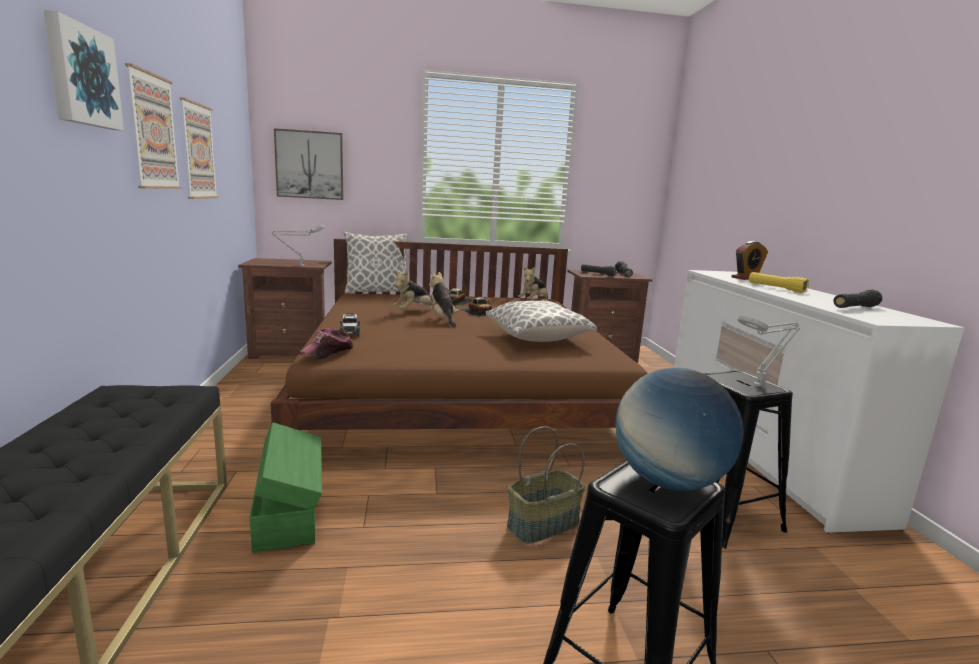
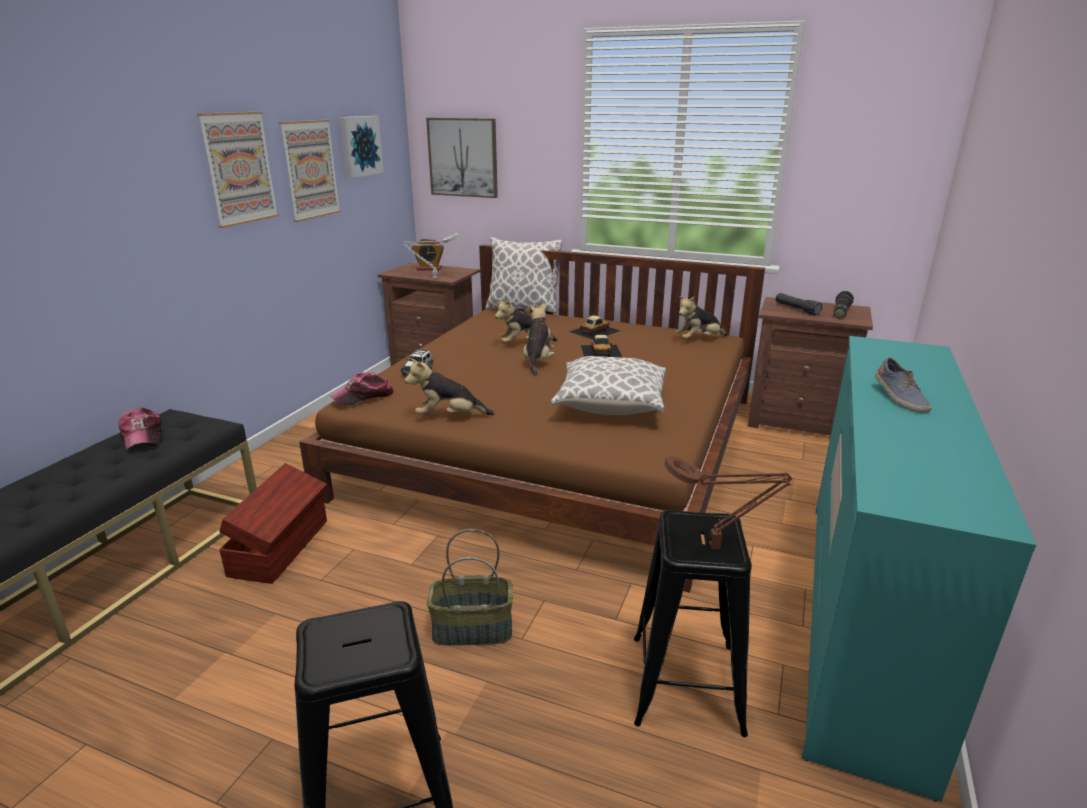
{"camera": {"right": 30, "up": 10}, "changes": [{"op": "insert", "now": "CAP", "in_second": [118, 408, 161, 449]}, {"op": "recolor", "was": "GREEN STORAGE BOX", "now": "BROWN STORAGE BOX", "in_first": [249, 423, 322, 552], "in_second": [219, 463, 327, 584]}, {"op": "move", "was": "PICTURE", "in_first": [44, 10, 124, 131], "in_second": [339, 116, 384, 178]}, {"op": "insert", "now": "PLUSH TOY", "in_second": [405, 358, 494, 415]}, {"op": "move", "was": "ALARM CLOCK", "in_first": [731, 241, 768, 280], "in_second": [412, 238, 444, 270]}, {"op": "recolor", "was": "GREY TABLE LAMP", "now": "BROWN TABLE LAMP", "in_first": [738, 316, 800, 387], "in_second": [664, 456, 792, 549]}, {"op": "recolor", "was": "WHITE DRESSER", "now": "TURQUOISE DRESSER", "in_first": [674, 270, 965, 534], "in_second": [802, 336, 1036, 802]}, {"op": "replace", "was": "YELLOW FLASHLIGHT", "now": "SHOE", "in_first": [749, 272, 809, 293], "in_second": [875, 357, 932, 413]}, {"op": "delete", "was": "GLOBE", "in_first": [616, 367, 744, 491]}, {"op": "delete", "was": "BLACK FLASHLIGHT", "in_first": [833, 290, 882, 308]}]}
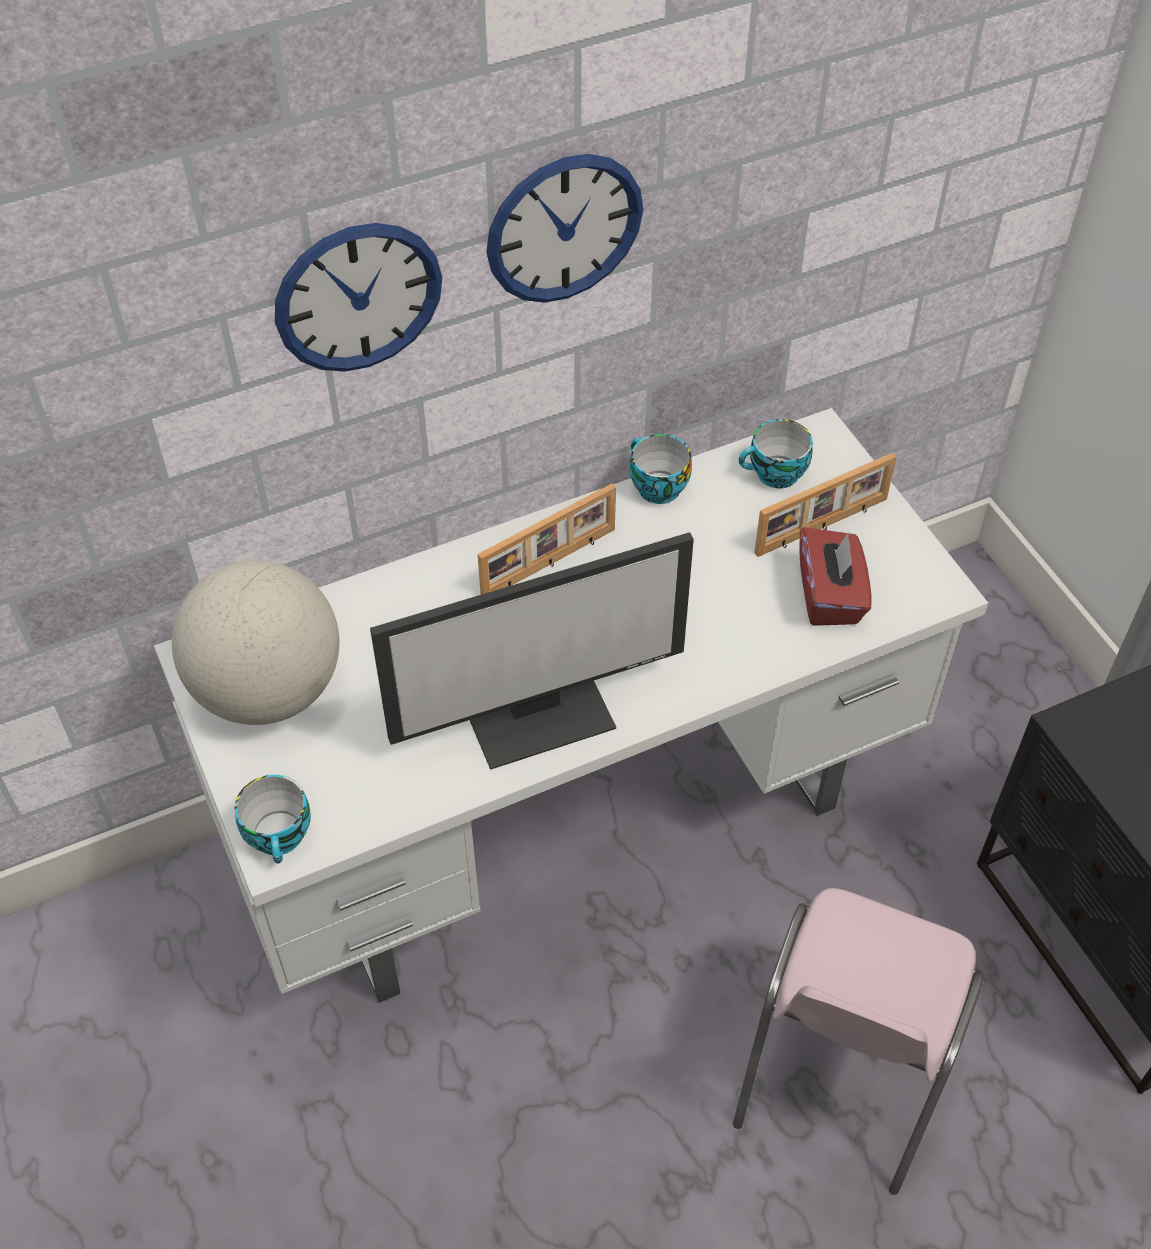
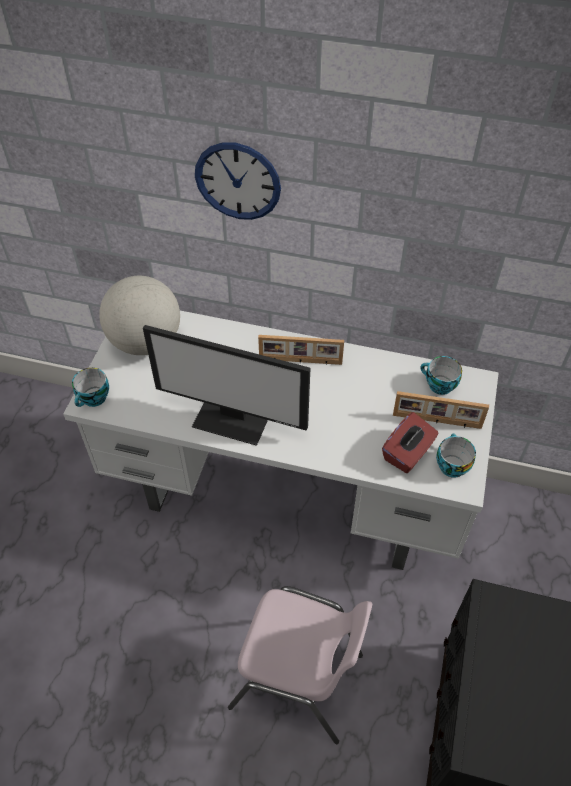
{"camera": {"right": 40, "up": 0}, "changes": [{"op": "rotate", "was": "PINK CHAIR", "in_first": [733, 888, 984, 1195], "in_second": [228, 586, 372, 744], "clockwise": -135}, {"op": "move", "was": "CUP", "in_first": [630, 434, 692, 504], "in_second": [436, 433, 476, 478]}, {"op": "delete", "was": "WALL CLOCK", "in_first": [486, 154, 643, 303]}]}
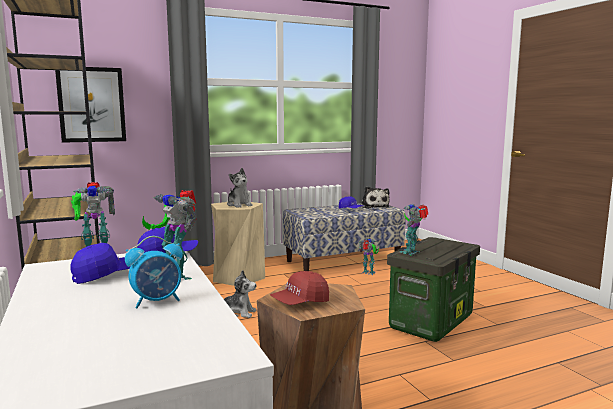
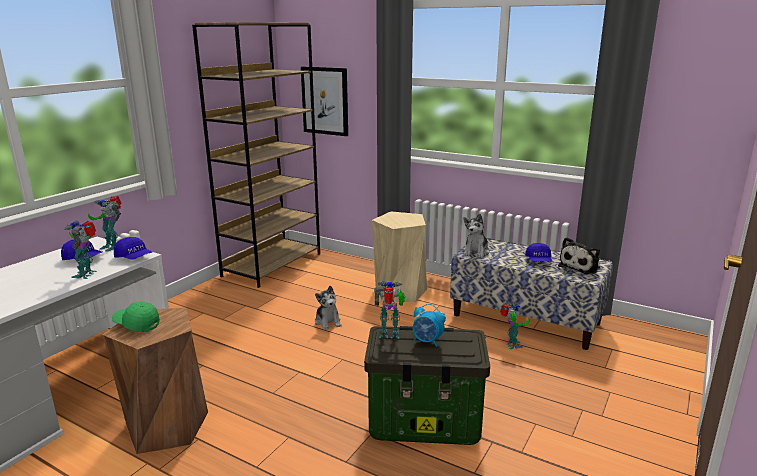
{"camera": {"right": 55, "up": 10}, "changes": [{"op": "recolor", "was": "RED CAP", "now": "GREEN CAP", "in_first": [270, 271, 329, 305], "in_second": [112, 302, 160, 332]}, {"op": "move", "was": "ALARM CLOCK", "in_first": [125, 236, 183, 308], "in_second": [413, 304, 446, 347]}, {"op": "move", "was": "PLUSH TOY", "in_first": [227, 168, 253, 208], "in_second": [463, 214, 490, 258]}]}
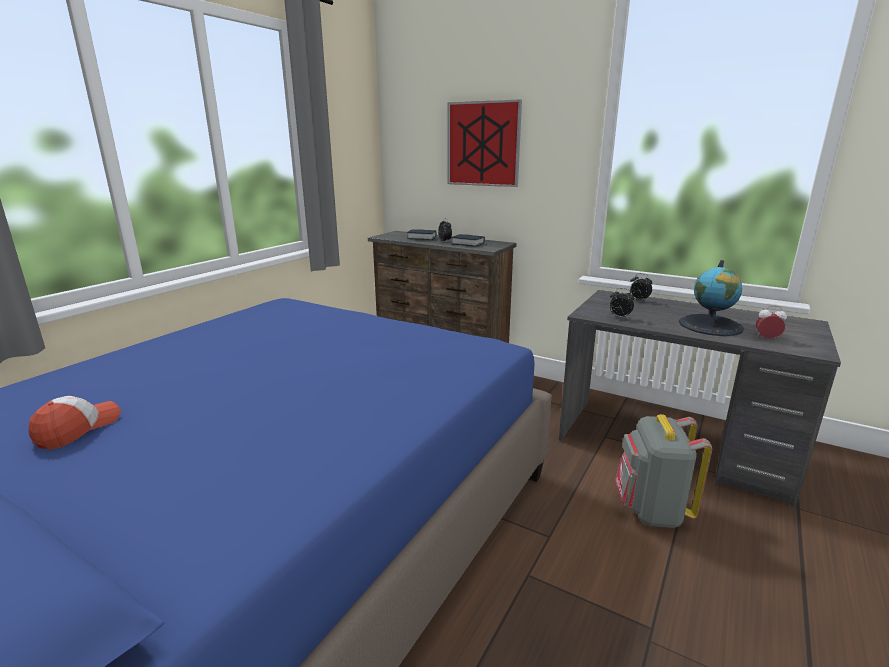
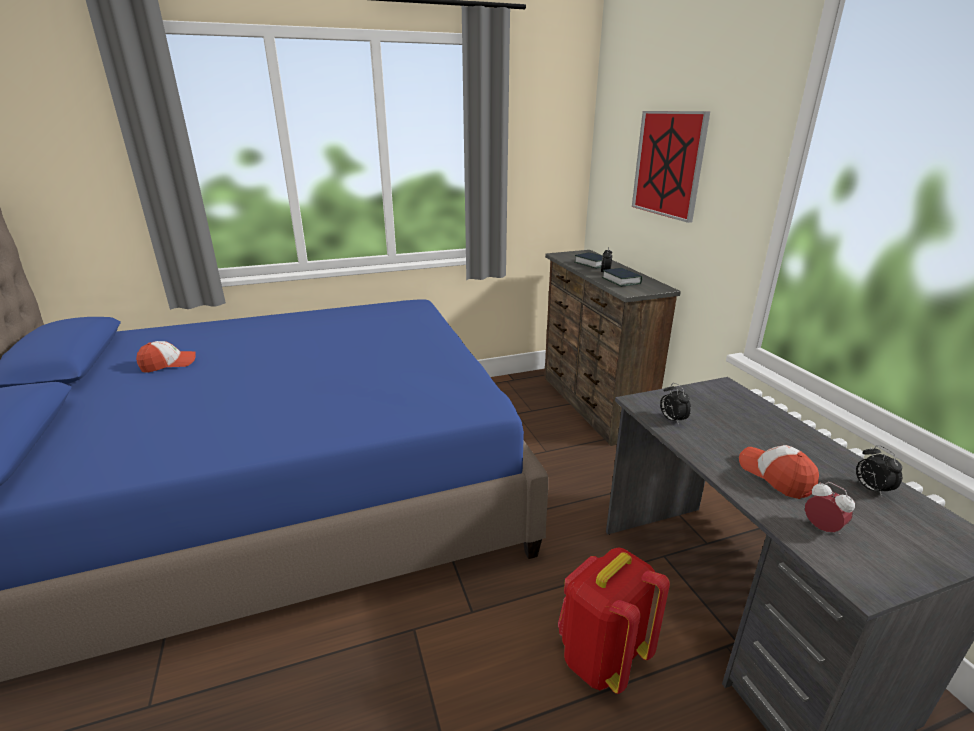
{"camera": {"right": 40, "up": 5}, "changes": [{"op": "recolor", "was": "GREY BACKPACK", "now": "RED BACKPACK", "in_first": [615, 414, 712, 528], "in_second": [558, 547, 670, 694]}, {"op": "replace", "was": "GLOBE", "now": "CAP", "in_first": [679, 260, 744, 336], "in_second": [739, 445, 819, 499]}, {"op": "move", "was": "ALARM CLOCK", "in_first": [630, 273, 652, 301], "in_second": [856, 445, 902, 497]}]}
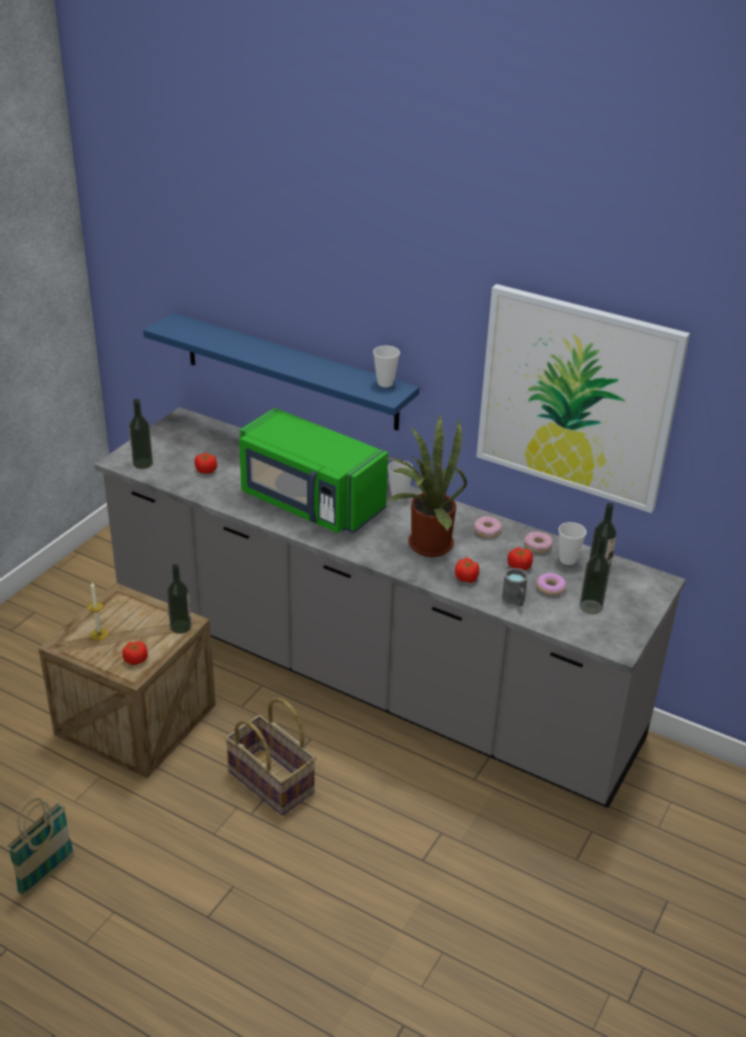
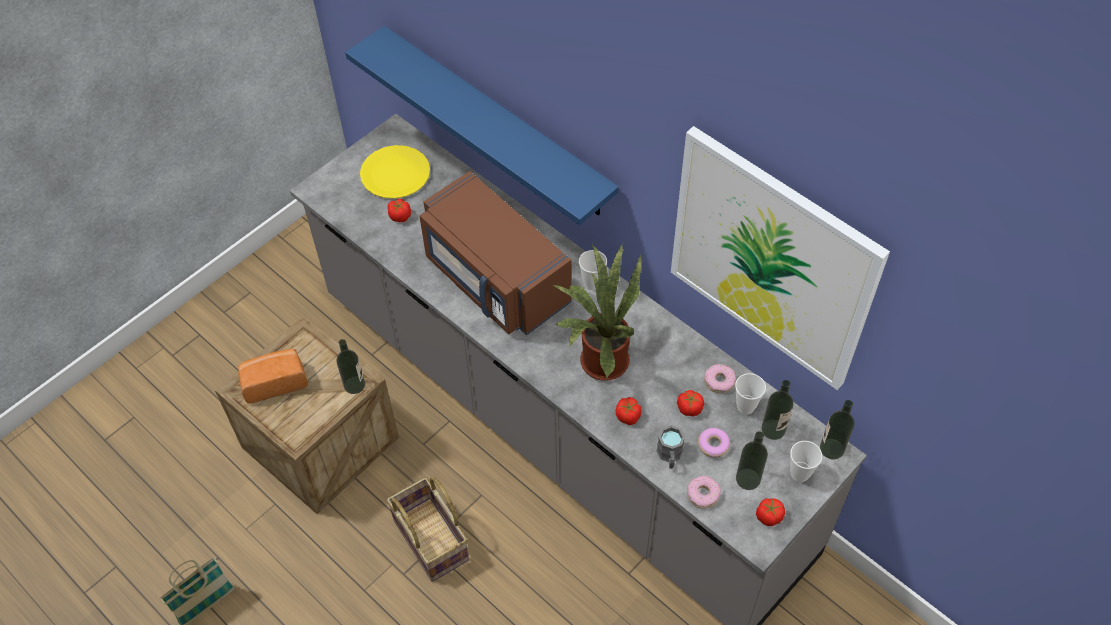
{"camera": {"right": 15, "up": 20}, "changes": [{"op": "replace", "was": "CANDLE", "now": "BREAD", "in_first": [88, 582, 109, 640], "in_second": [238, 349, 308, 403]}, {"op": "insert", "now": "YELLOW PLATE", "in_second": [360, 145, 430, 199]}, {"op": "recolor", "was": "GREEN MICROWAVE", "now": "BROWN MICROWAVE", "in_first": [239, 408, 388, 533], "in_second": [420, 171, 571, 335]}, {"op": "move", "was": "DONUT", "in_first": [474, 516, 502, 538], "in_second": [687, 476, 721, 509]}, {"op": "move", "was": "TOMATO", "in_first": [122, 641, 148, 665], "in_second": [756, 498, 785, 526]}, {"op": "move", "was": "CUP", "in_first": [373, 346, 400, 387], "in_second": [790, 441, 822, 482]}, {"op": "move", "was": "BOTTLE", "in_first": [129, 399, 153, 469], "in_second": [820, 400, 855, 459]}]}
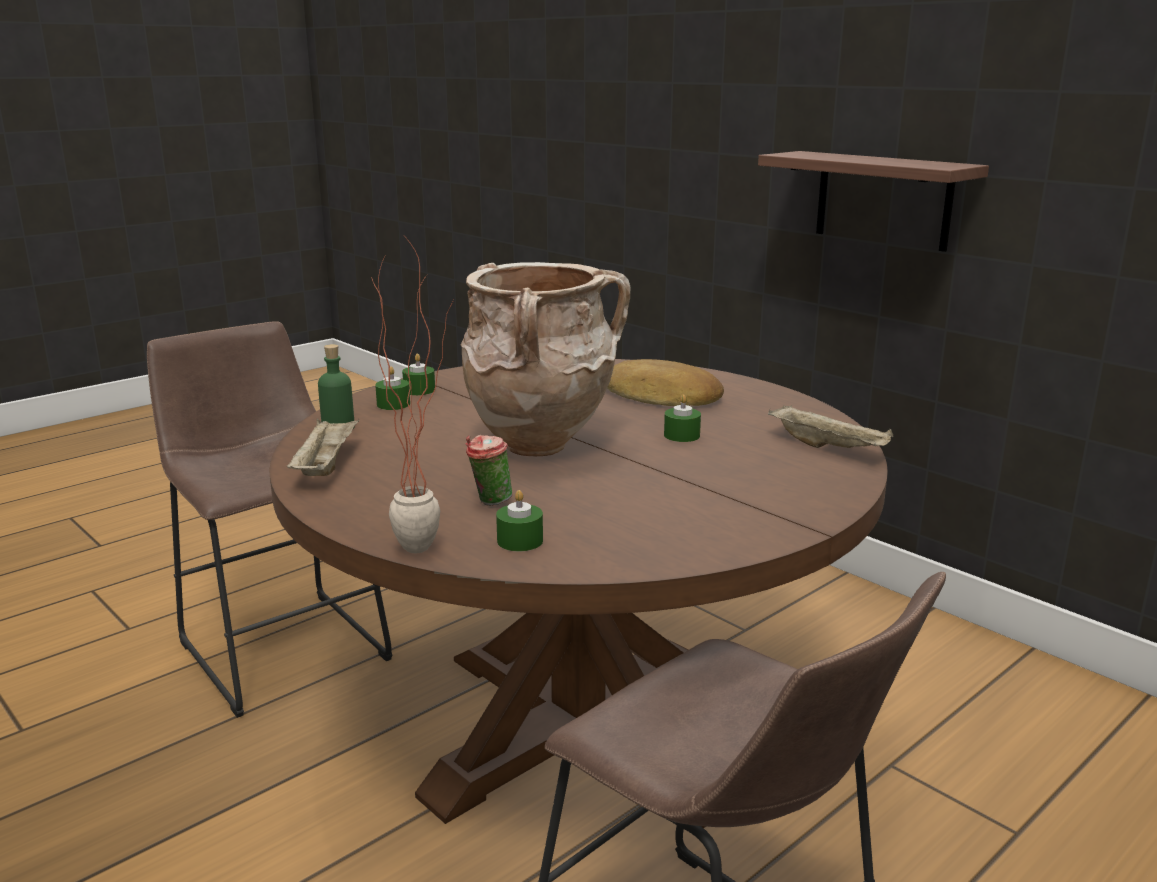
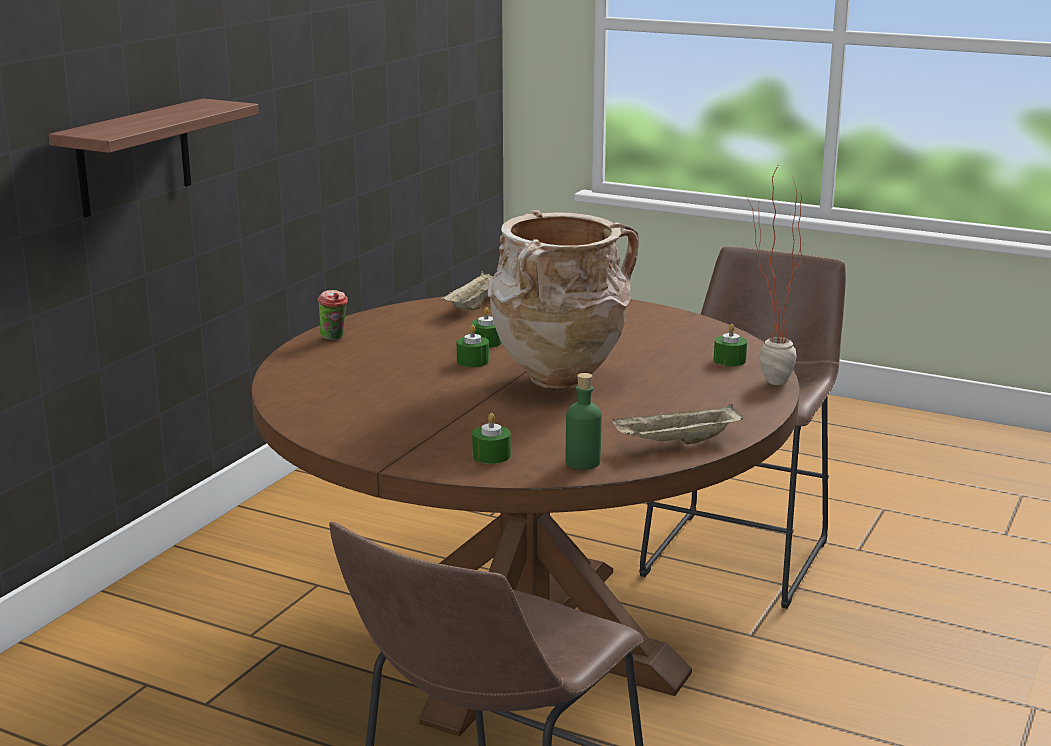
{"camera": {"right": -110, "up": 0}, "changes": [{"op": "move", "was": "CUP", "in_first": [466, 435, 512, 506], "in_second": [317, 290, 348, 340]}, {"op": "move", "was": "GREEN CANDLE", "in_first": [402, 354, 435, 395], "in_second": [457, 325, 489, 367]}, {"op": "delete", "was": "BREAD", "in_first": [607, 359, 724, 406]}]}
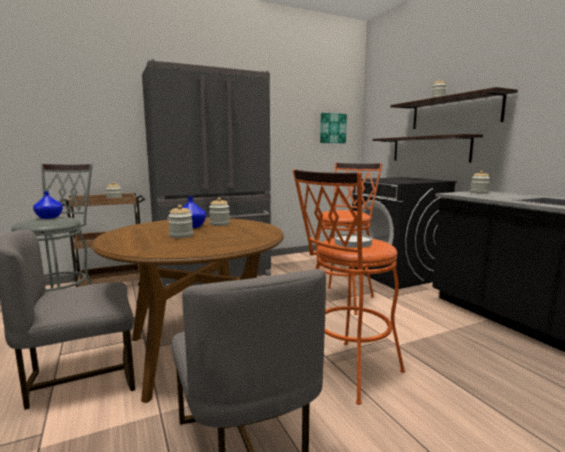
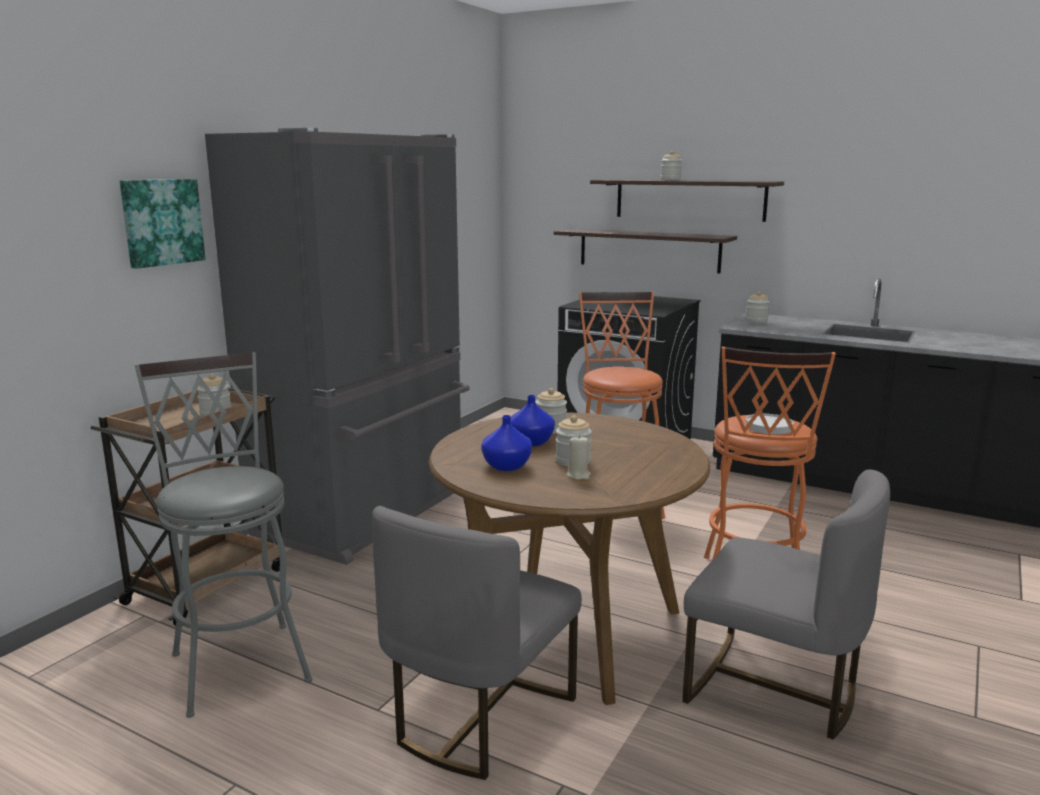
{"camera": {"right": -35, "up": 5}, "changes": [{"op": "move", "was": "PICTURE", "in_first": [320, 113, 347, 143], "in_second": [120, 179, 206, 269]}, {"op": "move", "was": "BLUE VASE", "in_first": [33, 191, 63, 219], "in_second": [481, 415, 532, 471]}, {"op": "insert", "now": "BEIGE CANDLE", "in_second": [567, 435, 591, 480]}]}
